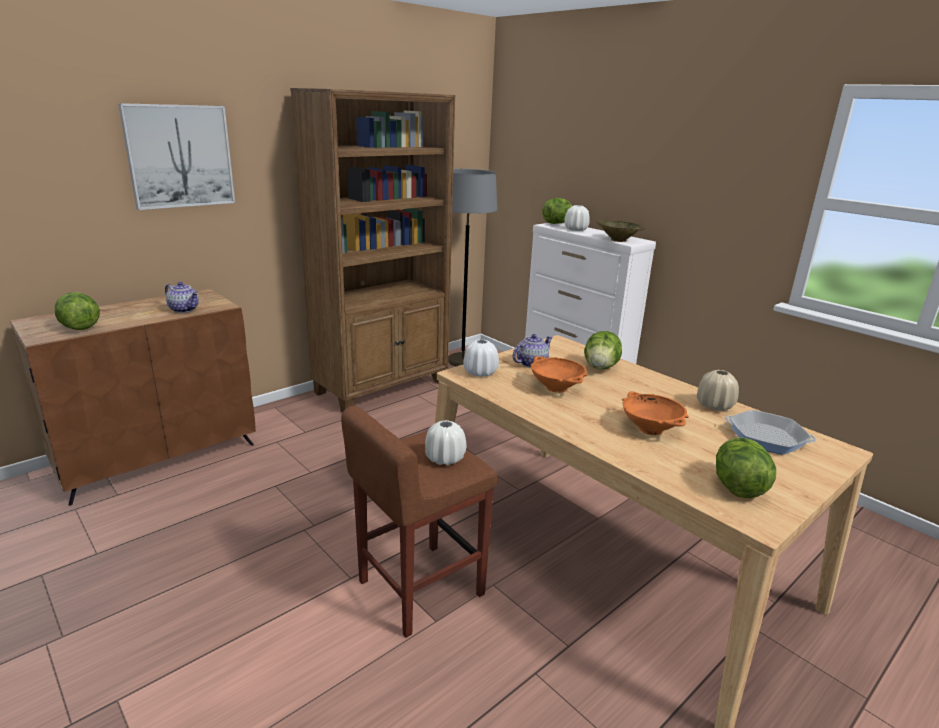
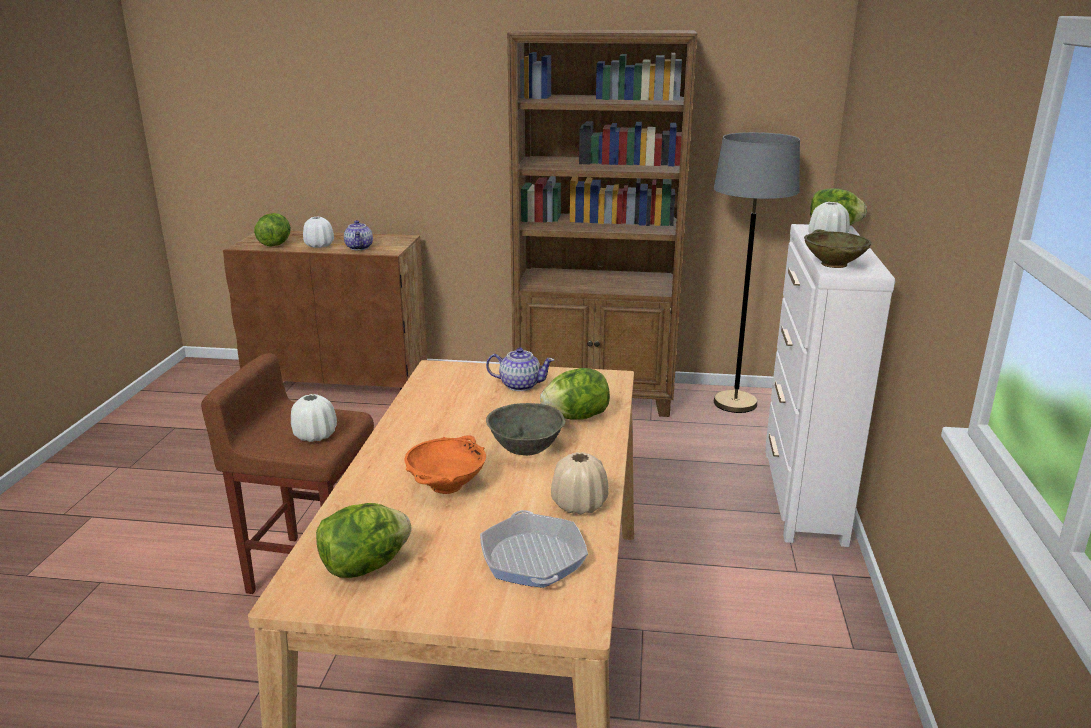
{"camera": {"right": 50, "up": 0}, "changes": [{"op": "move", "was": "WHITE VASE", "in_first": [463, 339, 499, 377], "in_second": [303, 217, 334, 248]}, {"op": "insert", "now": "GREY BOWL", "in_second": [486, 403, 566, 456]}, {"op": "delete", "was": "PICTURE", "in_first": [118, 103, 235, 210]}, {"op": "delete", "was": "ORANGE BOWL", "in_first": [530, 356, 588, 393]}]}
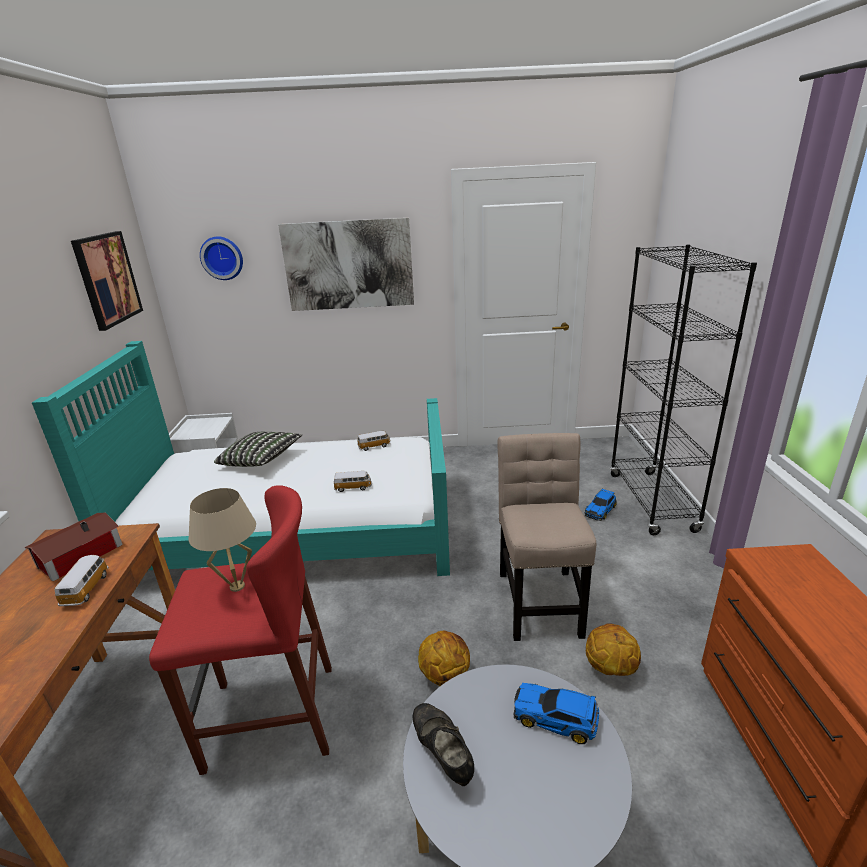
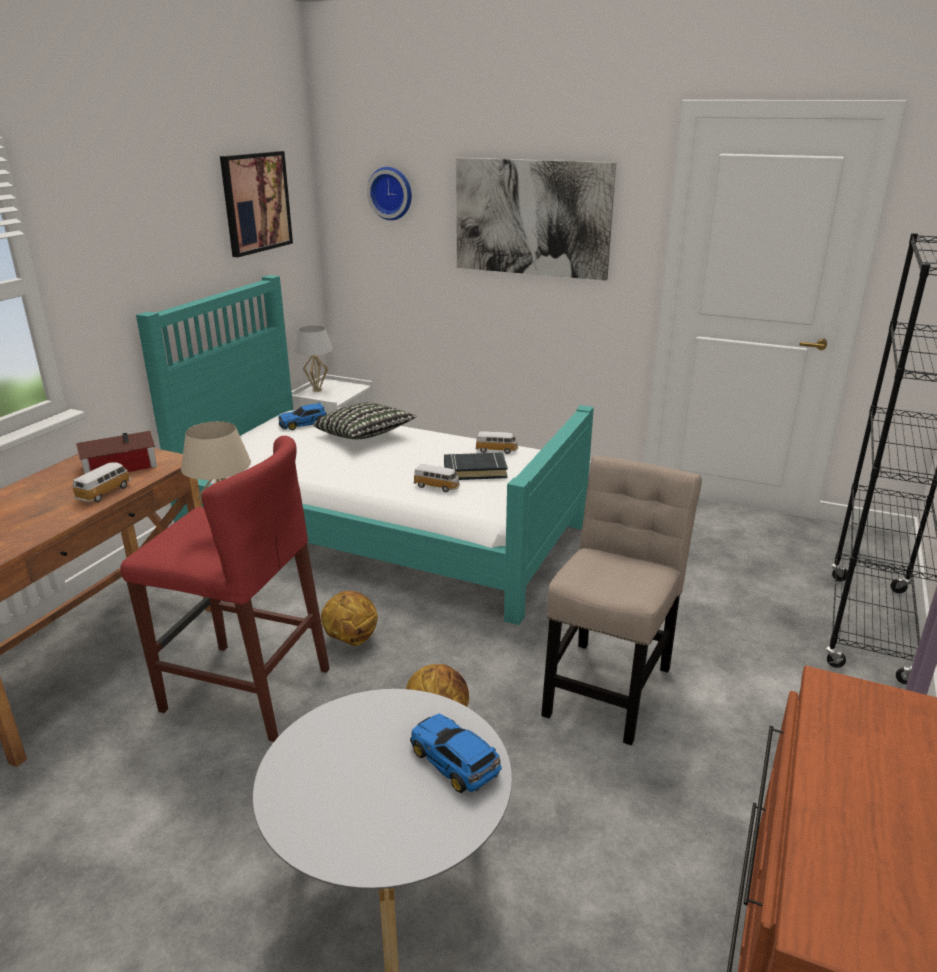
{"camera": {"right": 25, "up": 0}, "changes": [{"op": "move", "was": "TOY CAR", "in_first": [585, 489, 617, 521], "in_second": [278, 402, 327, 430]}, {"op": "insert", "now": "WHITE TABLE LAMP", "in_second": [294, 326, 333, 392]}, {"op": "move", "was": "BASKETBALL", "in_first": [586, 623, 641, 676], "in_second": [321, 591, 378, 646]}, {"op": "insert", "now": "BLACK BOOK", "in_second": [444, 452, 508, 480]}, {"op": "delete", "was": "BLACK SHOE", "in_first": [413, 703, 474, 786]}]}
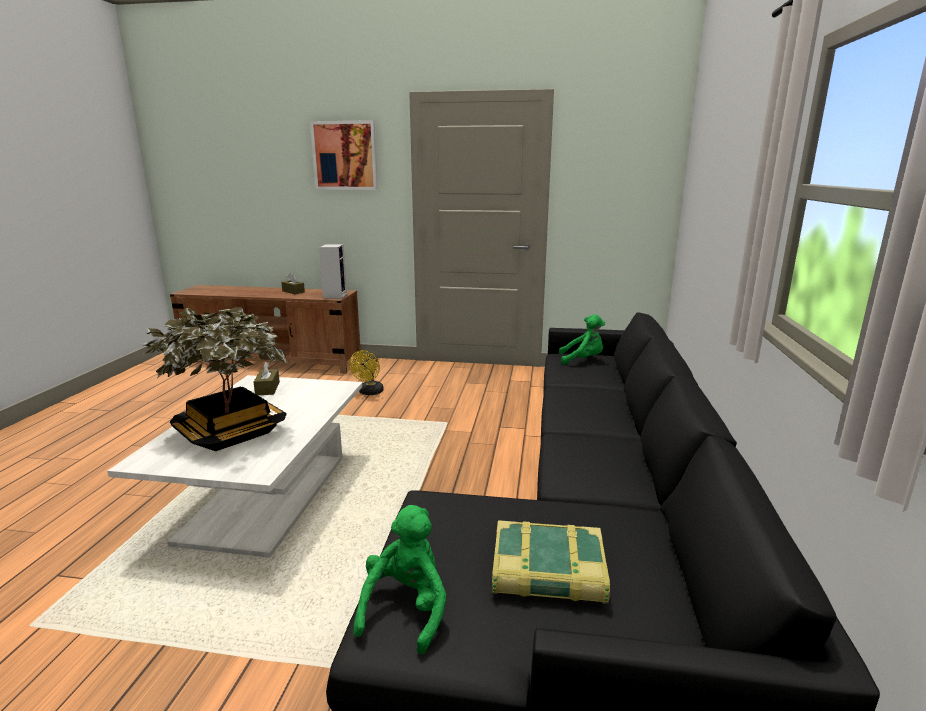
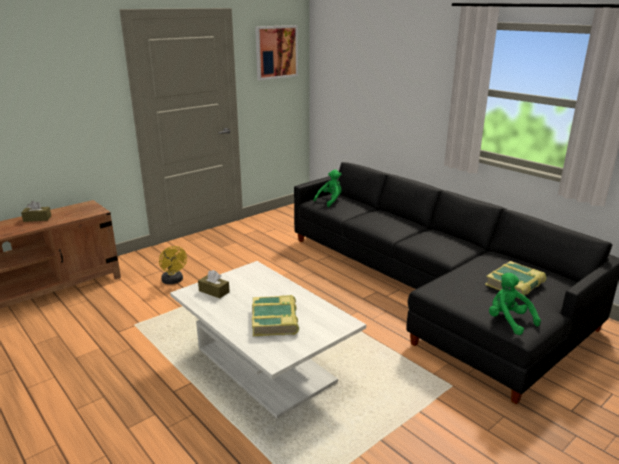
{"camera": {"right": -50, "up": 5}, "changes": [{"op": "replace", "was": "POTTED PLANT", "now": "BOOK", "in_first": [142, 308, 287, 451], "in_second": [252, 295, 299, 336]}, {"op": "move", "was": "PICTURE", "in_first": [310, 120, 378, 190], "in_second": [255, 25, 298, 81]}, {"op": "delete", "was": "SPEAKER", "in_first": [319, 244, 347, 298]}]}
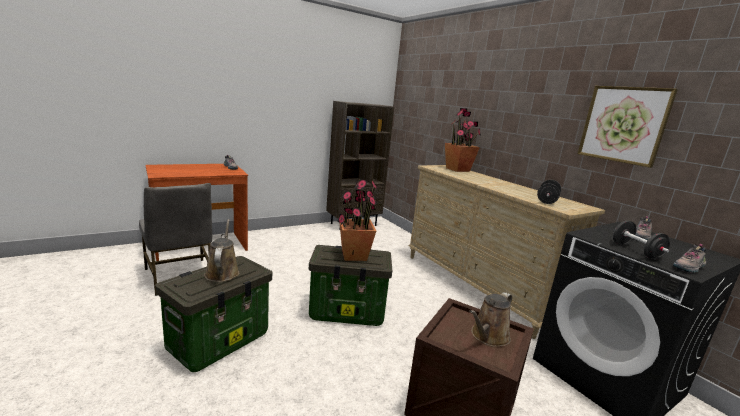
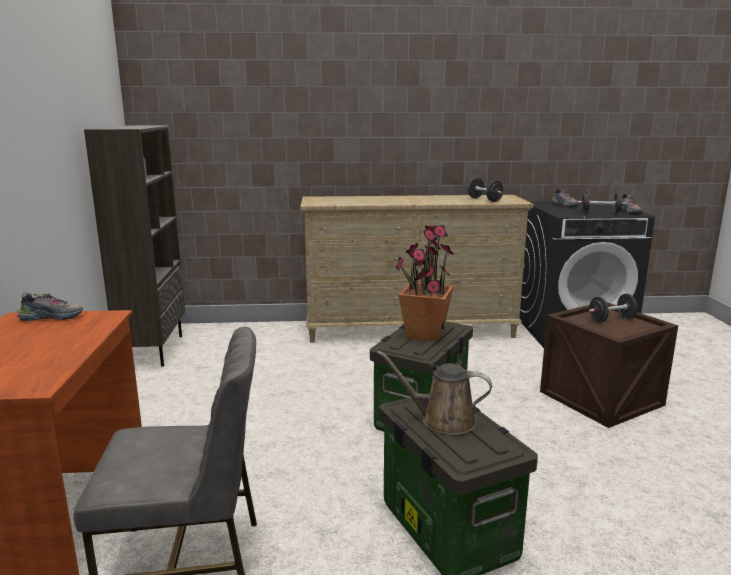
{"camera": {"right": -60, "up": 0}, "changes": [{"op": "replace", "was": "BROWN WATERING CAN", "now": "BLACK DUMBBELL", "in_first": [469, 292, 512, 347], "in_second": [589, 294, 637, 323]}, {"op": "delete", "was": "POTTED PLANT", "in_first": [445, 108, 481, 172]}, {"op": "delete", "was": "PICTURE", "in_first": [578, 86, 678, 168]}]}
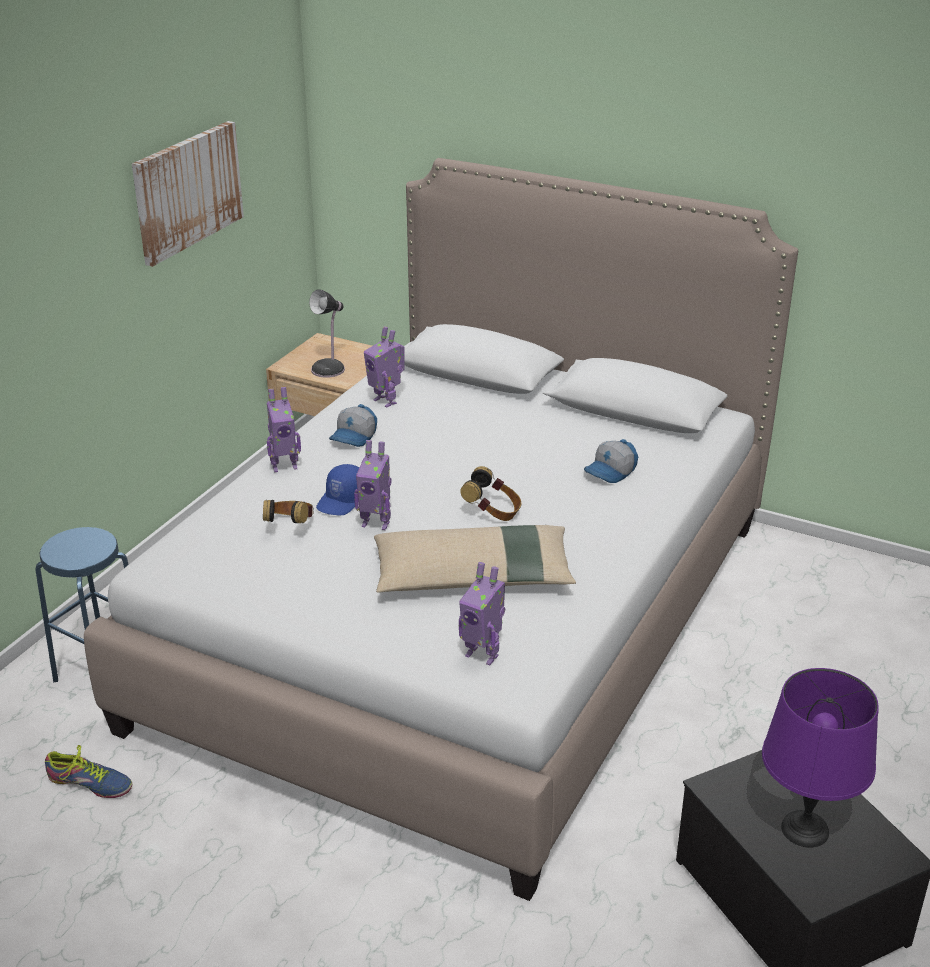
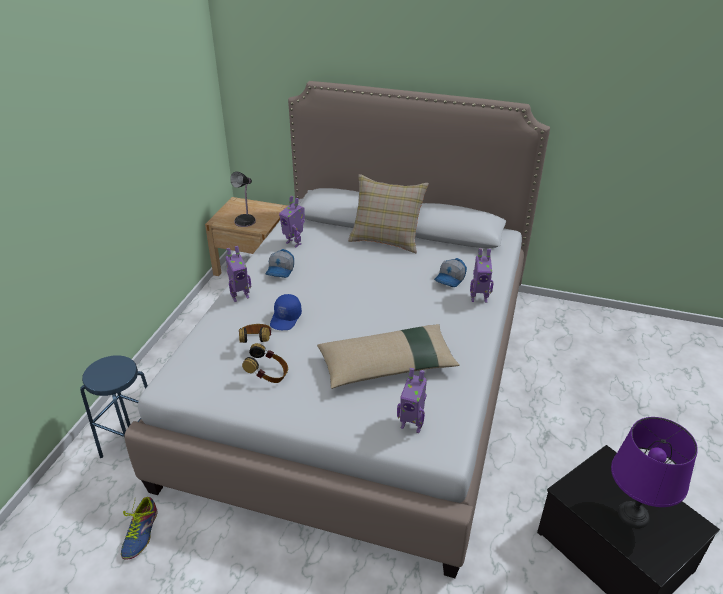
{"camera": {"right": -10, "up": 5}, "changes": [{"op": "rotate", "was": "SHOE", "in_first": [44, 745, 132, 798], "in_second": [121, 497, 157, 560], "clockwise": 90}, {"op": "move", "was": "HEADPHONES", "in_first": [460, 466, 521, 521], "in_second": [242, 343, 288, 383]}, {"op": "insert", "now": "BEIGE PILLOW", "in_second": [348, 174, 429, 253]}, {"op": "move", "was": "TOY ROBOT", "in_first": [354, 440, 392, 530], "in_second": [470, 248, 494, 303]}, {"op": "delete", "was": "PICTURE", "in_first": [132, 121, 244, 267]}]}
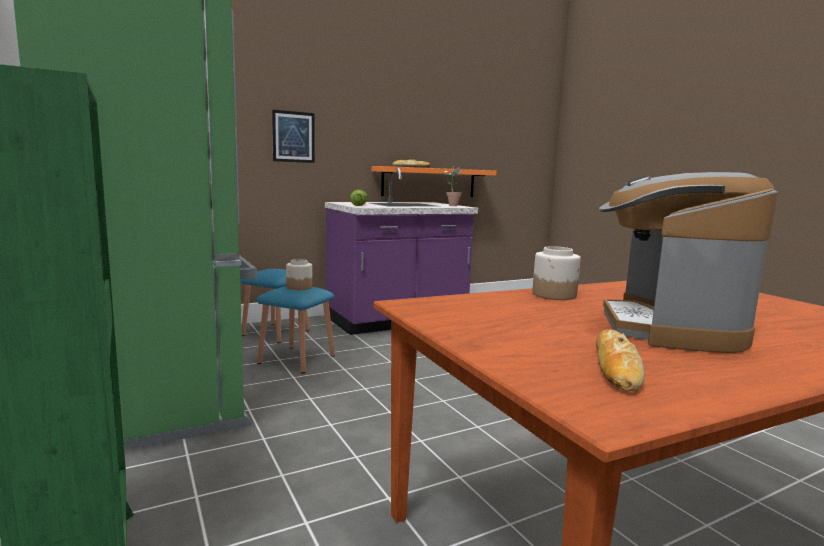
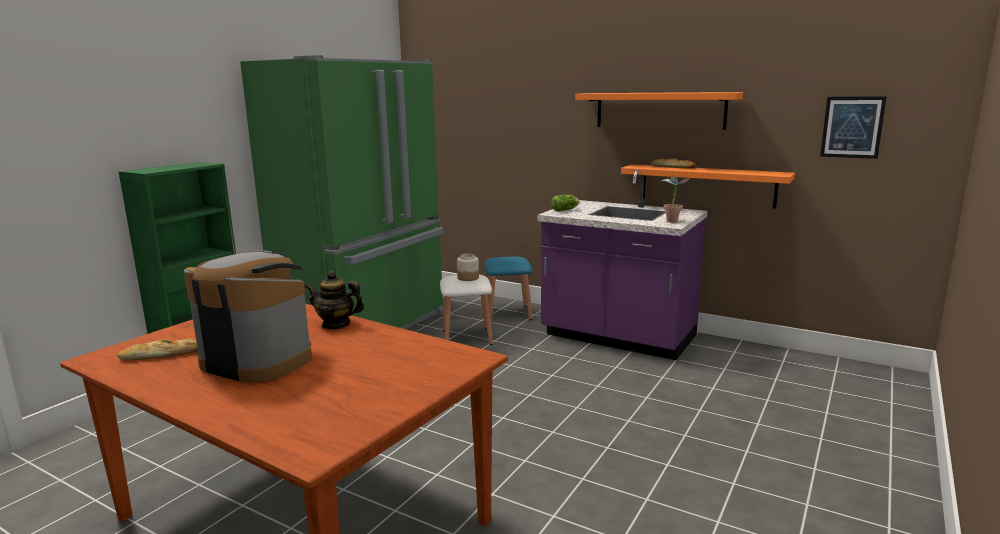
{"camera": {"right": 60, "up": 5}, "changes": [{"op": "rotate", "was": "COFFEE MACHINE", "in_first": [599, 172, 778, 353], "in_second": [184, 250, 312, 383], "clockwise": 45}, {"op": "replace", "was": "JAR", "now": "TEAPOT", "in_first": [532, 246, 581, 300], "in_second": [305, 271, 364, 330]}, {"op": "recolor", "was": "BLUE STOOL", "now": "WHITE STOOL", "in_first": [257, 286, 335, 374], "in_second": [440, 275, 493, 345]}, {"op": "insert", "now": "ORANGE SHELF", "in_second": [575, 92, 743, 130]}, {"op": "move", "was": "PICTURE", "in_first": [272, 110, 315, 163], "in_second": [820, 96, 887, 159]}]}
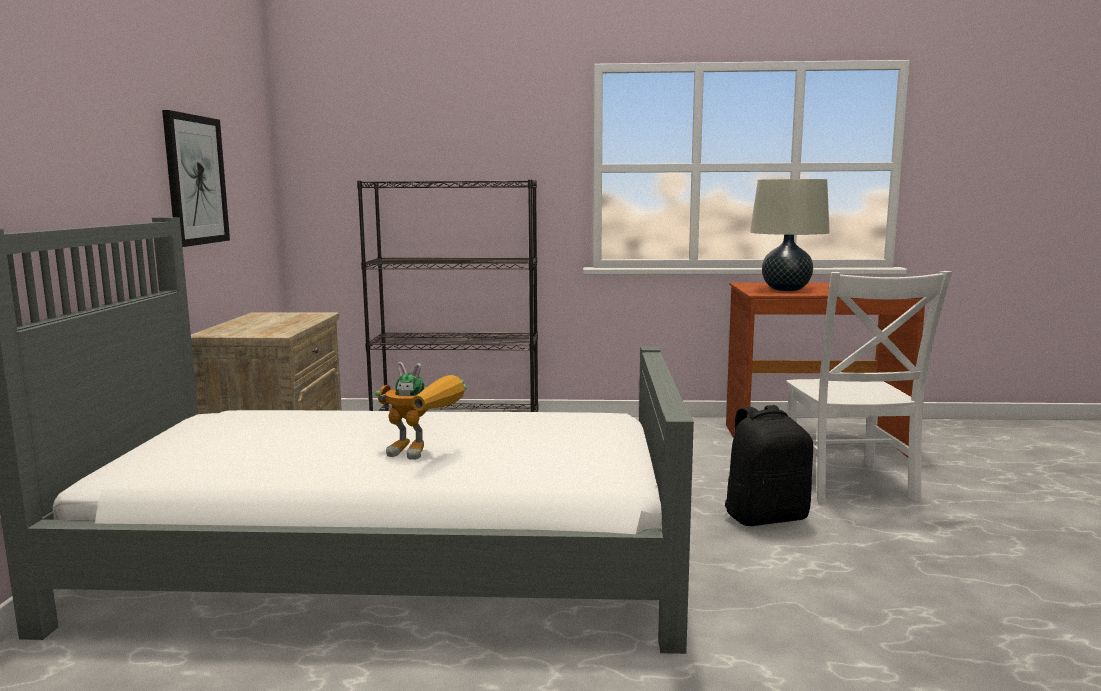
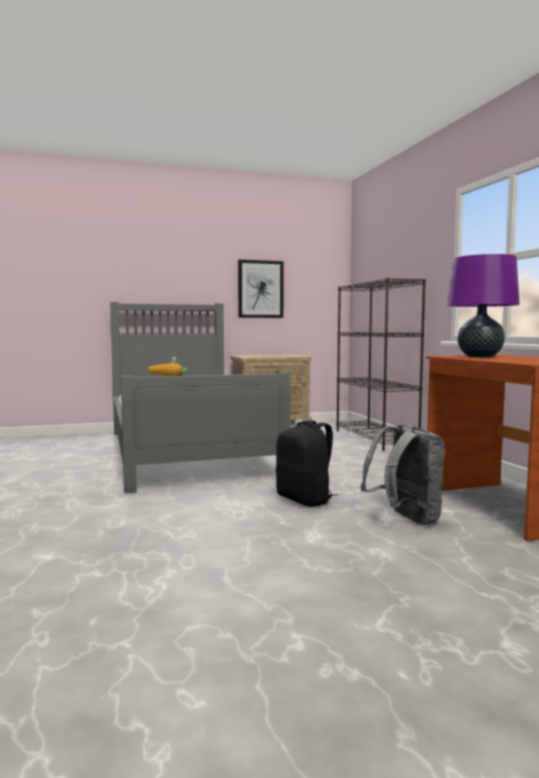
{"camera": {"right": 70, "up": -5}, "changes": [{"op": "replace", "was": "WHITE CHAIR", "now": "GREY BACKPACK", "in_first": [786, 271, 953, 504], "in_second": [360, 423, 445, 525]}, {"op": "recolor", "was": "BEIGE TABLE LAMP", "now": "PURPLE TABLE LAMP", "in_first": [750, 179, 830, 291], "in_second": [446, 254, 520, 357]}]}
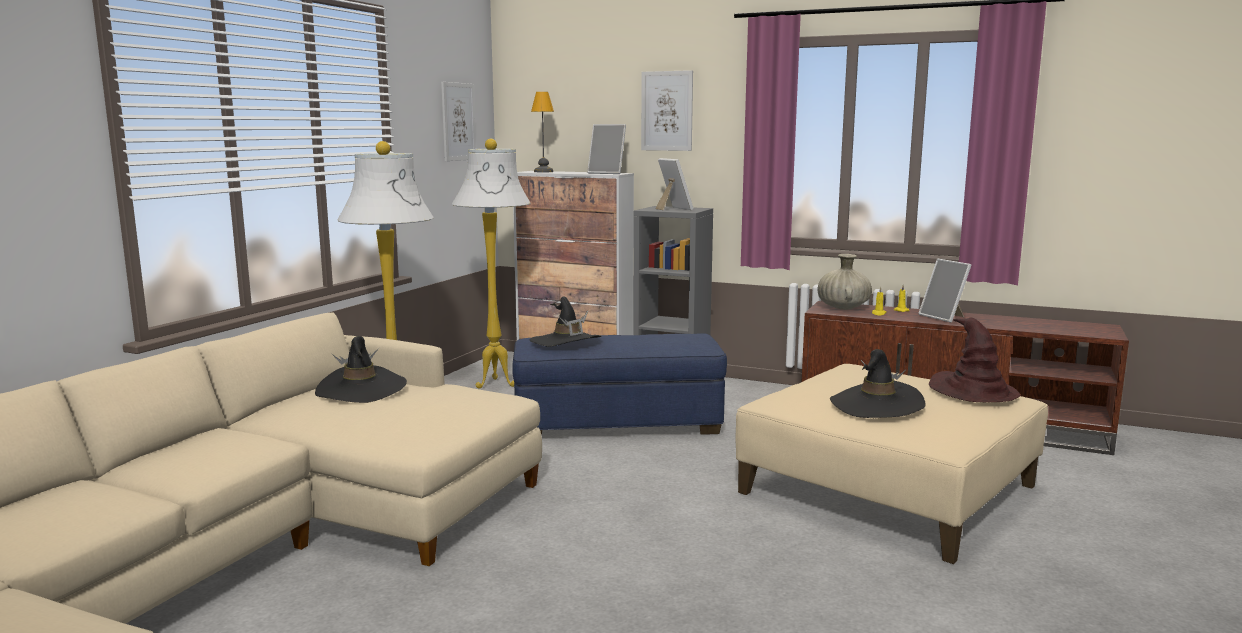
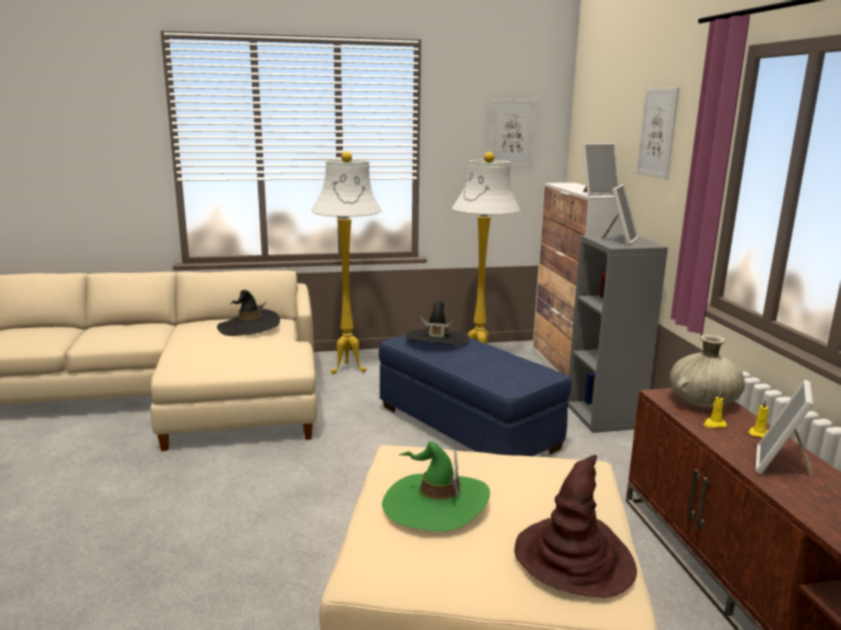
{"camera": {"right": 55, "up": 5}, "changes": [{"op": "recolor", "was": "BLACK HAT", "now": "GREEN HAT", "in_first": [830, 349, 926, 418], "in_second": [382, 441, 490, 531]}, {"op": "rotate", "was": "PICTURE FRAME", "in_first": [587, 124, 626, 174], "in_second": [583, 144, 619, 196], "clockwise": -90}, {"op": "delete", "was": "TABLE LAMP", "in_first": [531, 92, 554, 172]}]}
